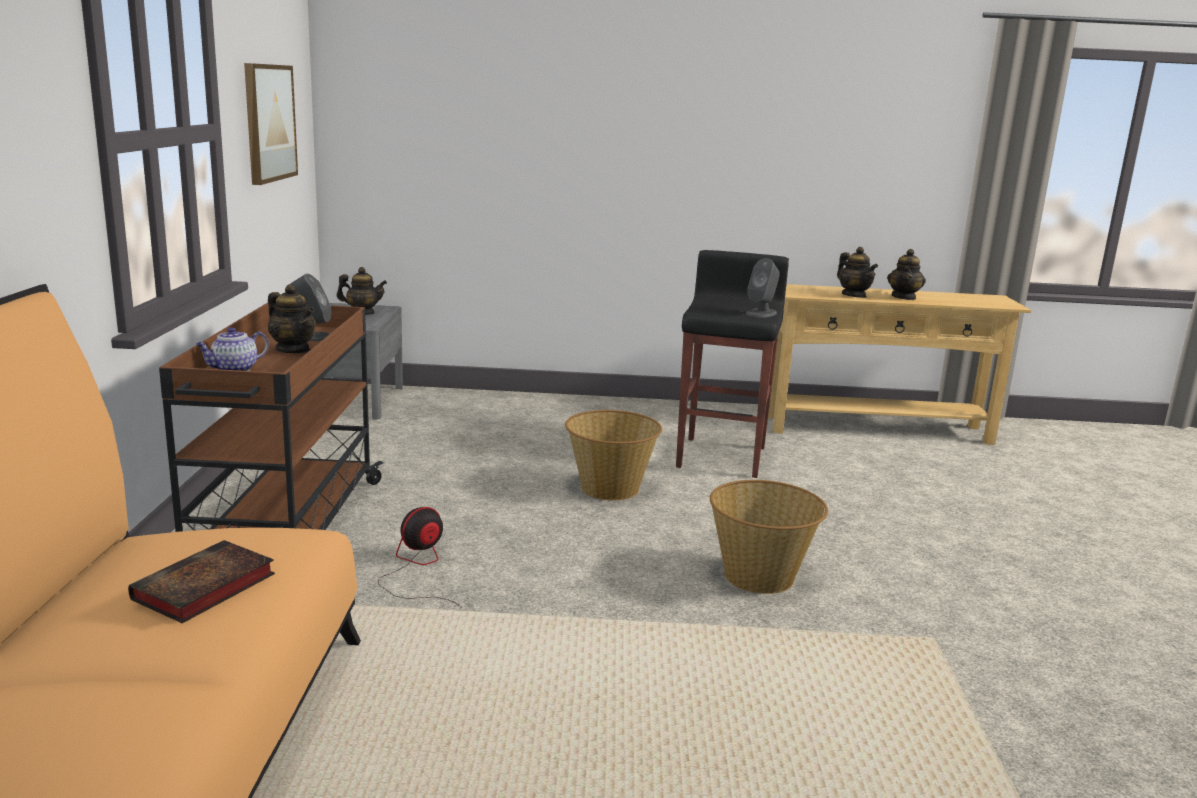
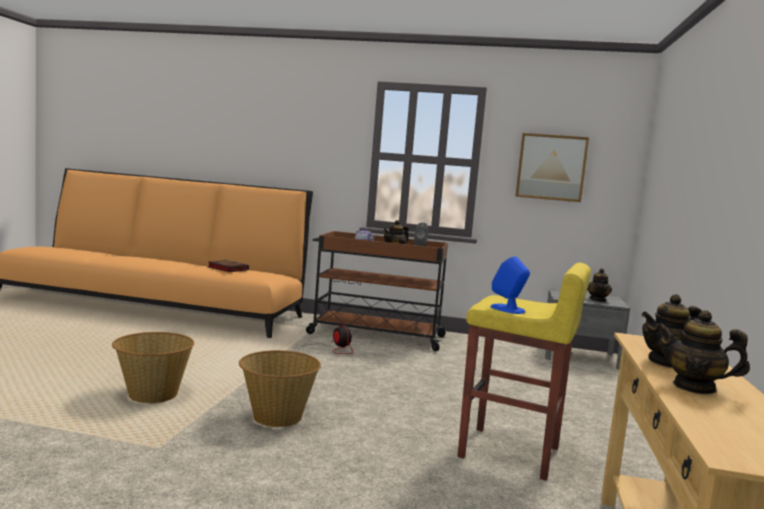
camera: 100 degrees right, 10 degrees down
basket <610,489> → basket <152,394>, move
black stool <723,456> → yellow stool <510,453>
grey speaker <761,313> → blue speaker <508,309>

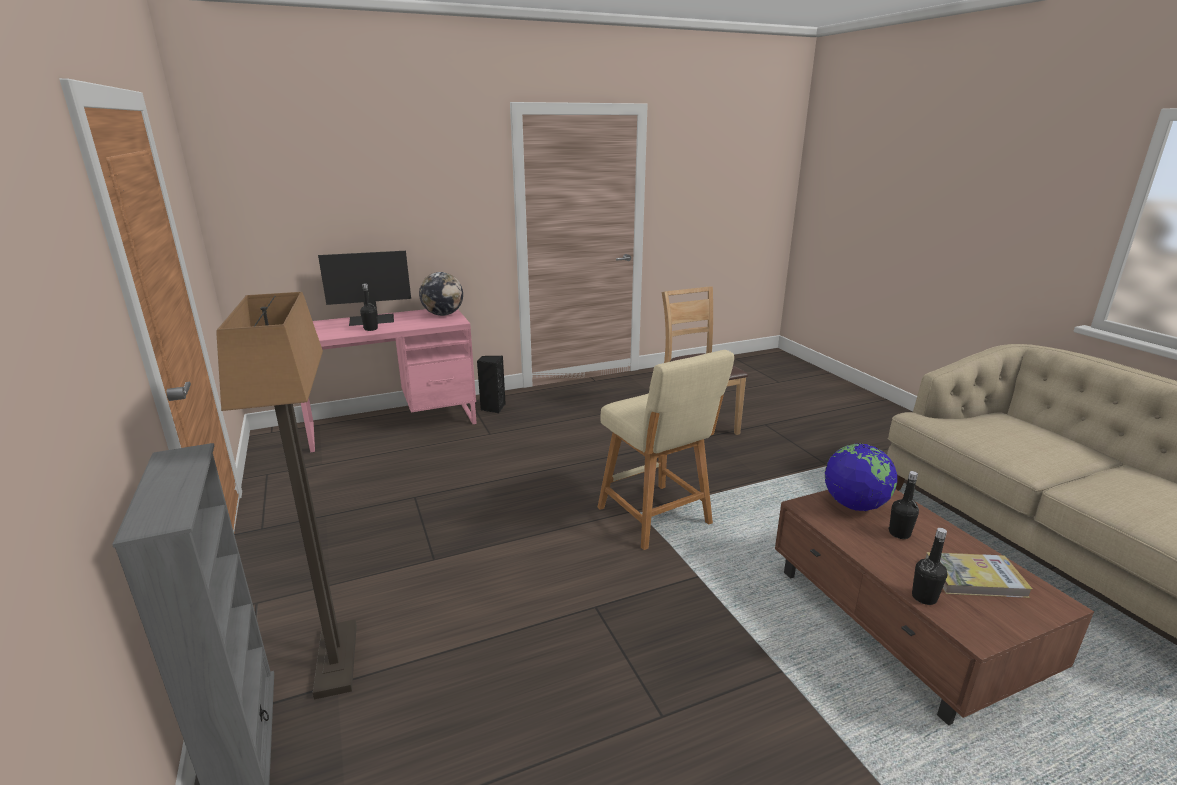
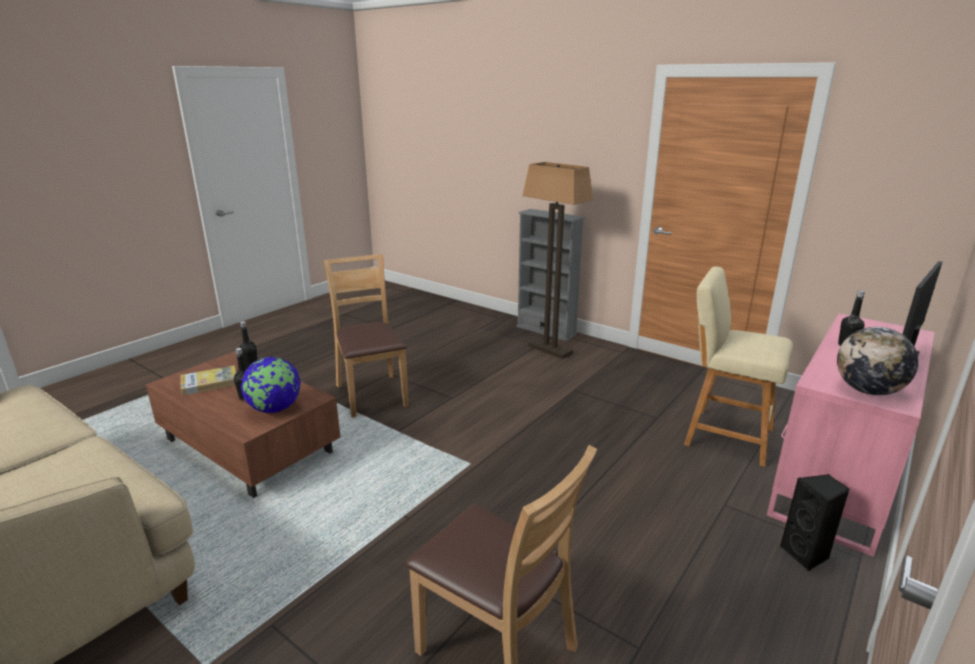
camera: 150 degrees right, 0 degrees up
- → brown chair <372,395>
beige stool <657,518> → beige stool <723,435>, move

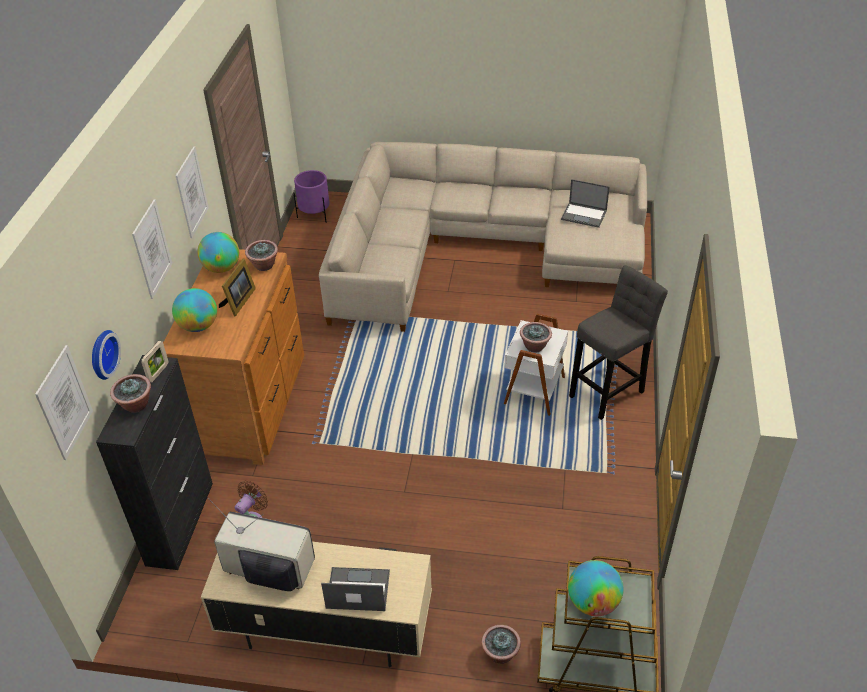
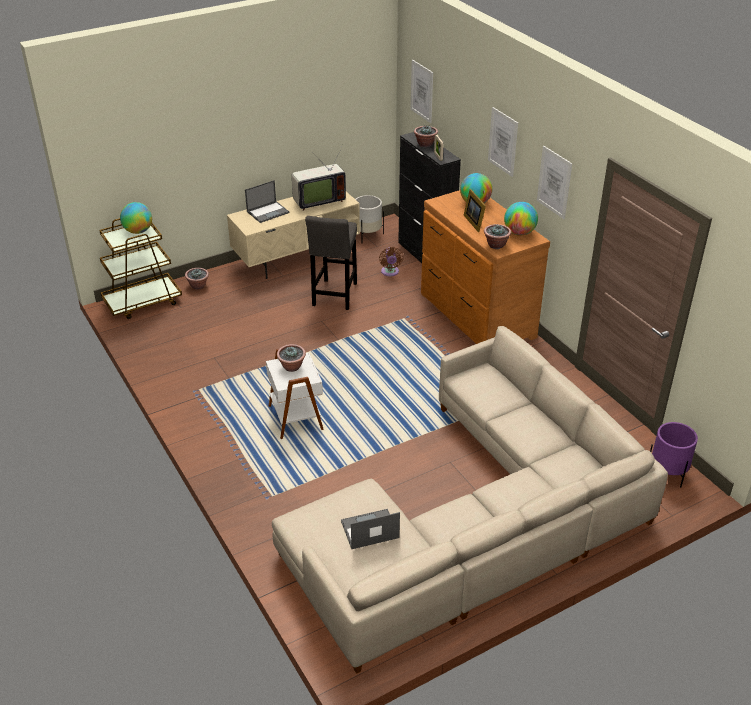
camera: 140 degrees right, 5 degrees down
grey stool <609,391> → grey stool <334,296>, move
- → white planter <367,235>
wall clock <101,354> → -

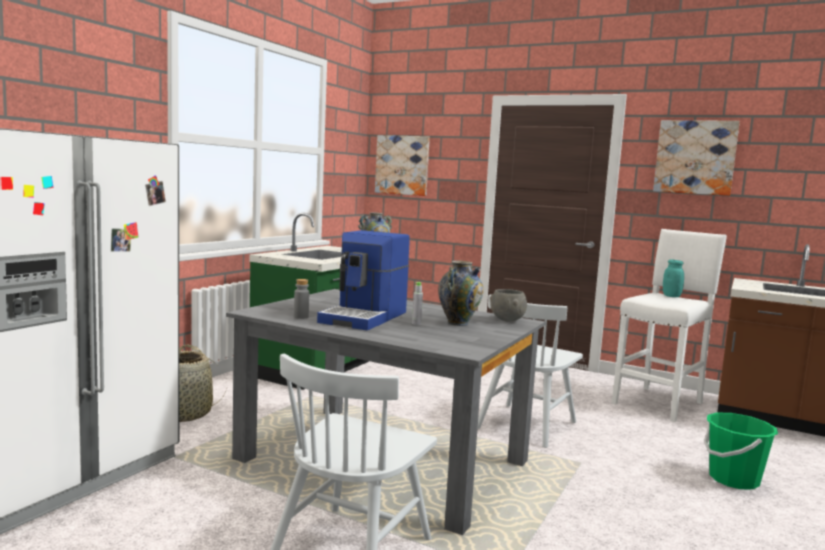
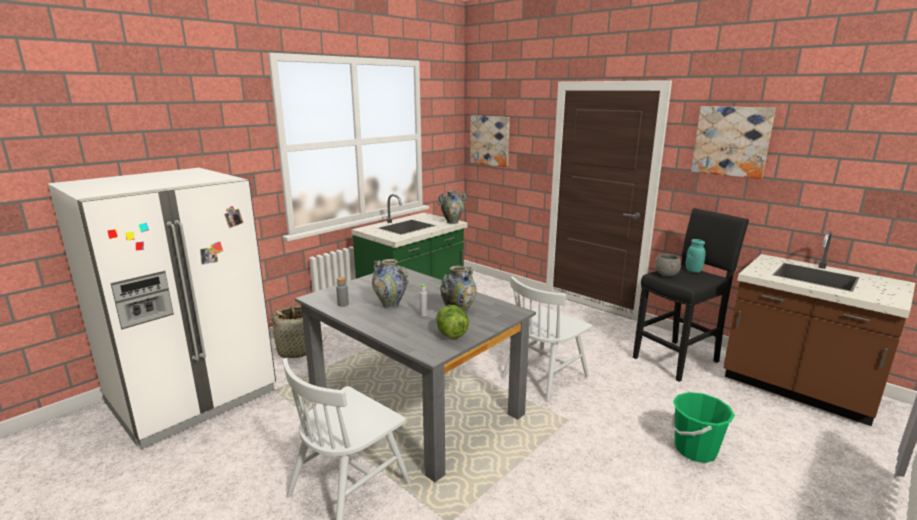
camera: 15 degrees right, 10 degrees up
coffee machine <365,317> → vase <390,305>
- → lettuce <451,334>
white stool <659,403> → black stool <677,359>
grey bowl <506,320> → grey bowl <666,275>, move

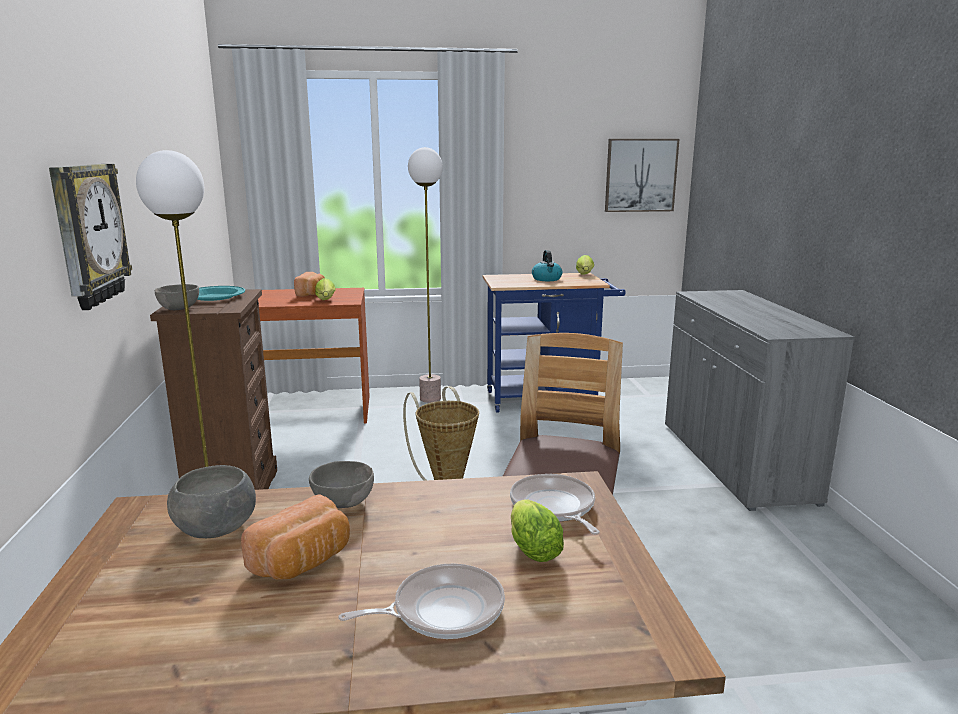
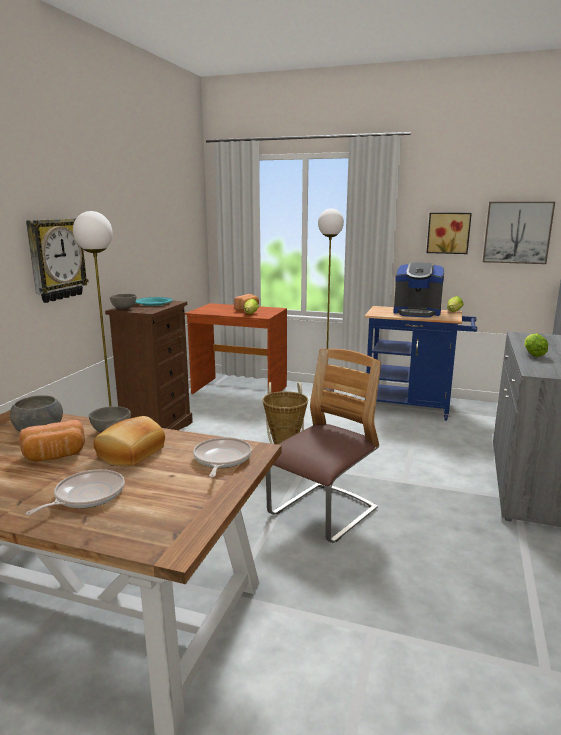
camera: 25 degrees right, 0 degrees up
frying pan <442,610> → frying pan <86,496>, 60 degrees counterclockwise
- → bread <132,453>
kettle <547,279> → coffee machine <417,313>
- → picture <448,233>
lettuce <531,548> → lettuce <532,354>, move

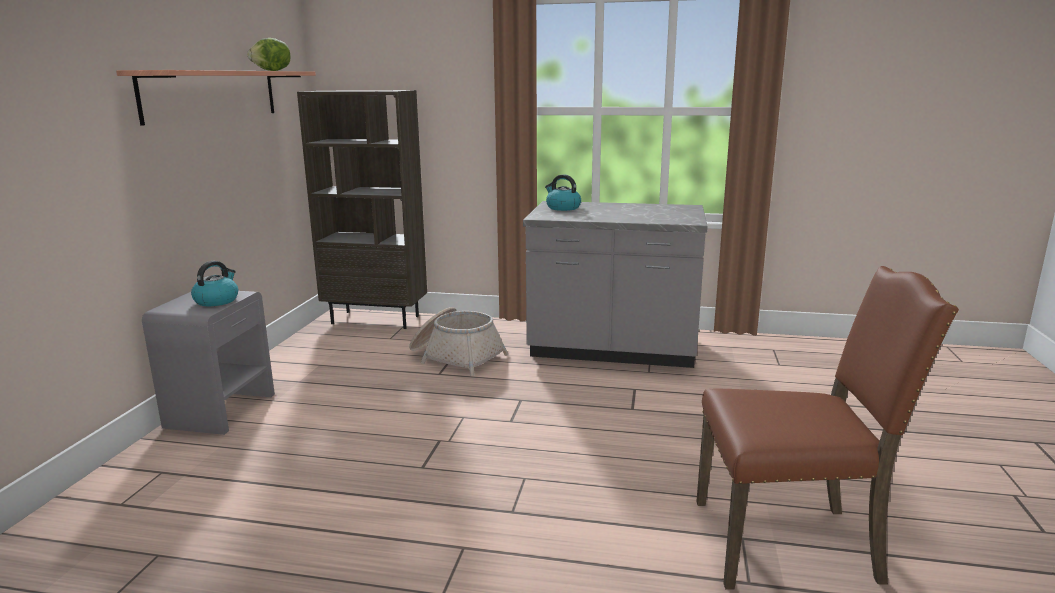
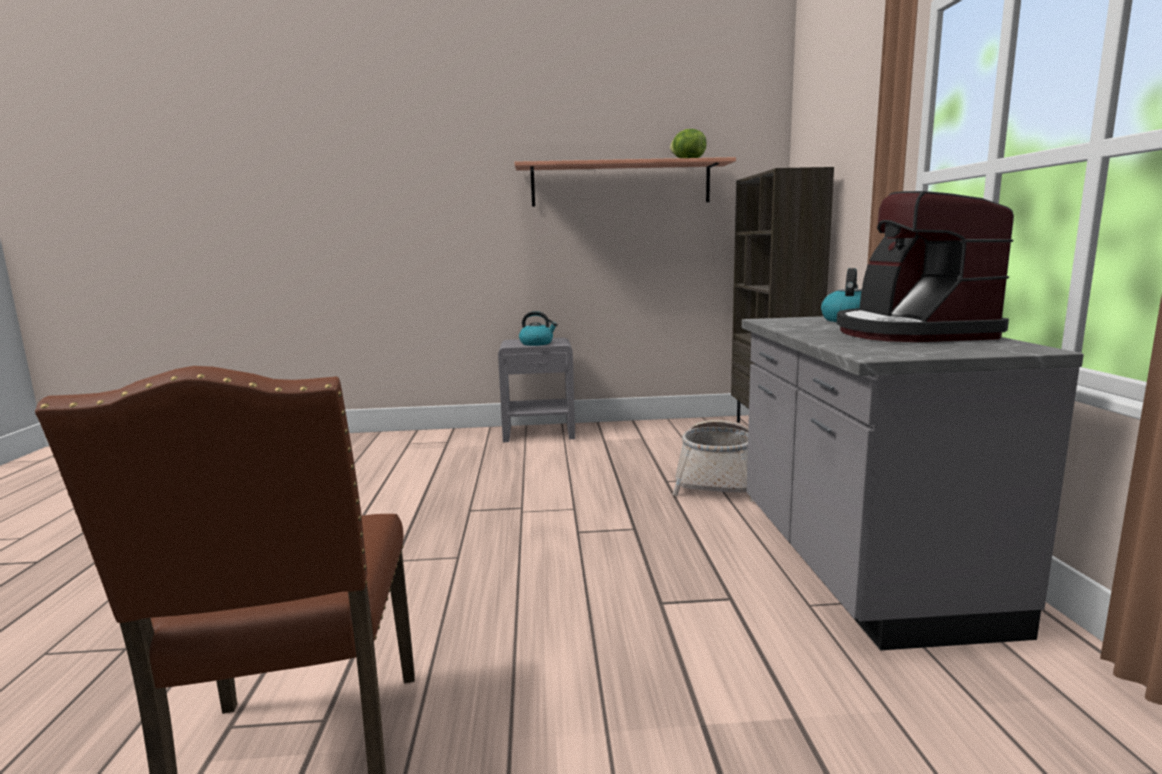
camera: 75 degrees right, 5 degrees down
- → coffee machine <910,333>

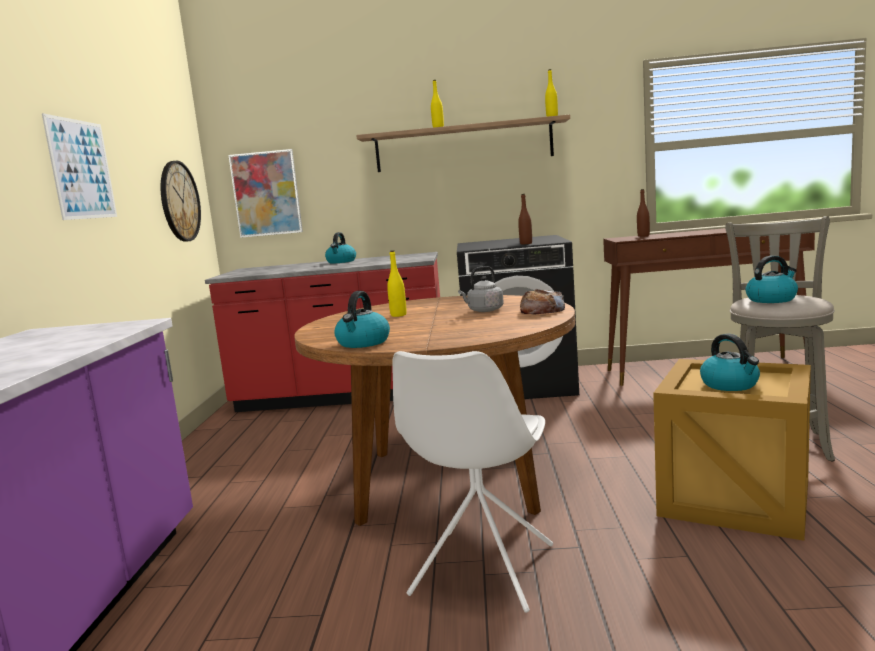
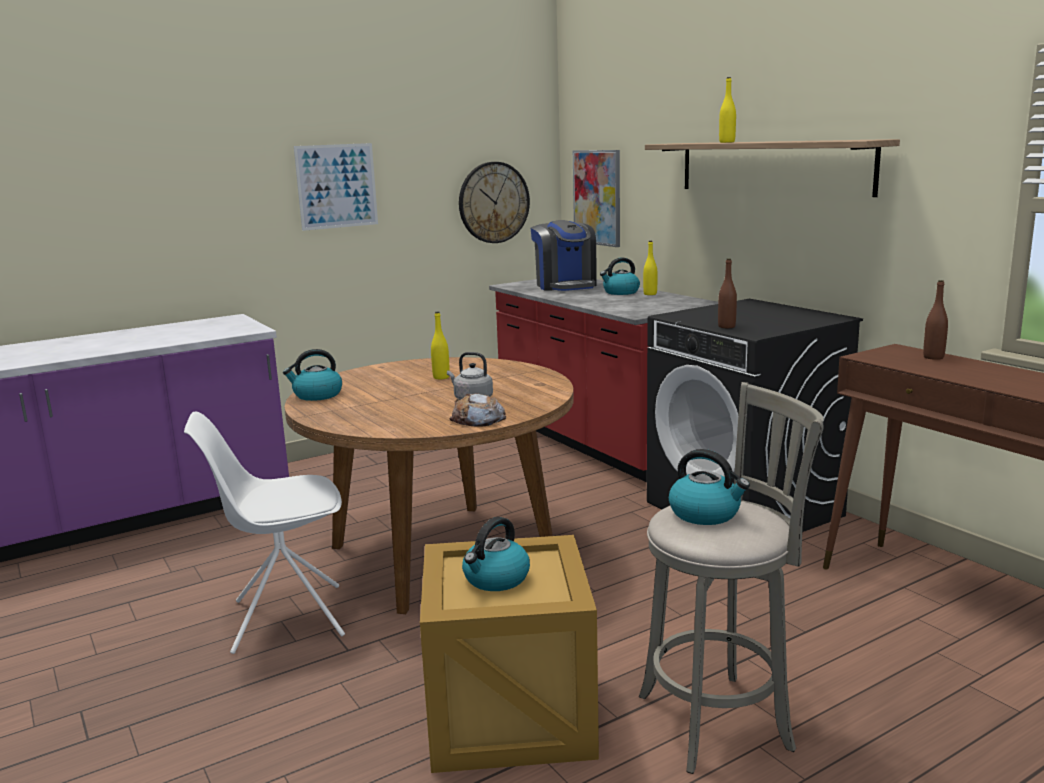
camera: 55 degrees right, 5 degrees up
- → coffee machine <565,286>
yellow bottle <552,117> → yellow bottle <650,294>, move

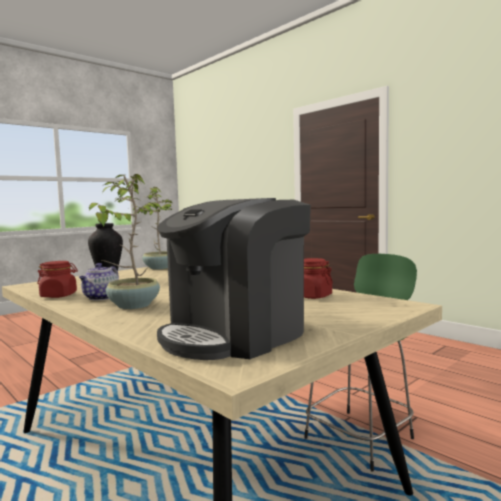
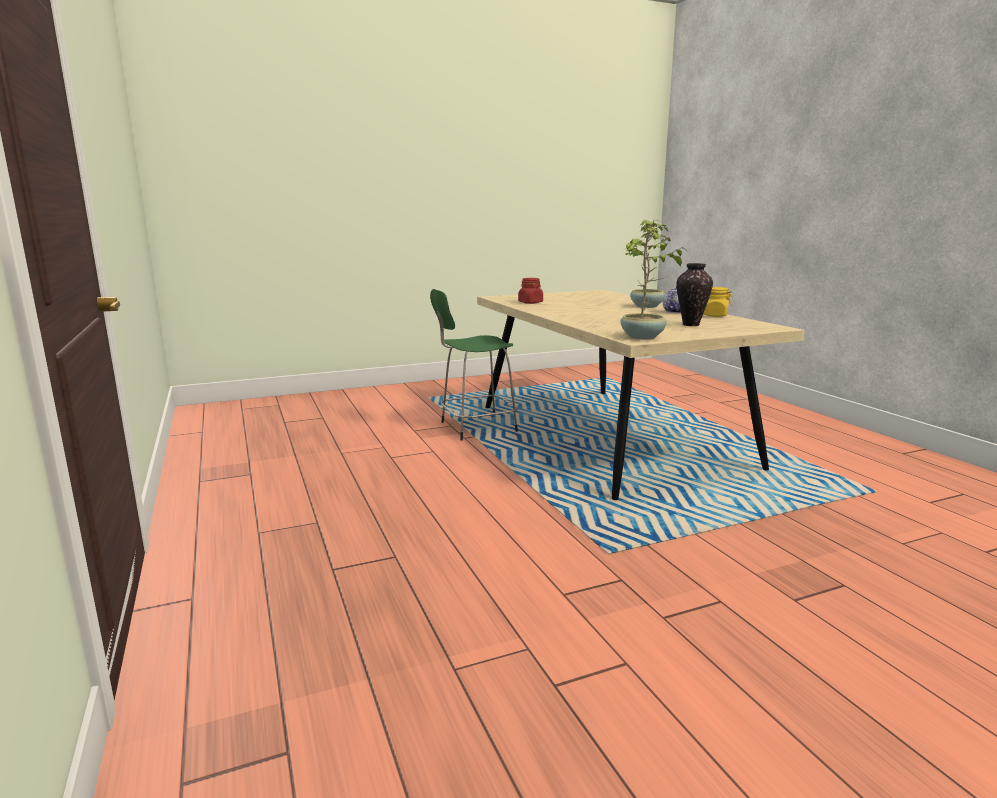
camera: 160 degrees left, 10 degrees up
red jar <59,295> → yellow jar <714,315>
coffee machine <236,334> → -

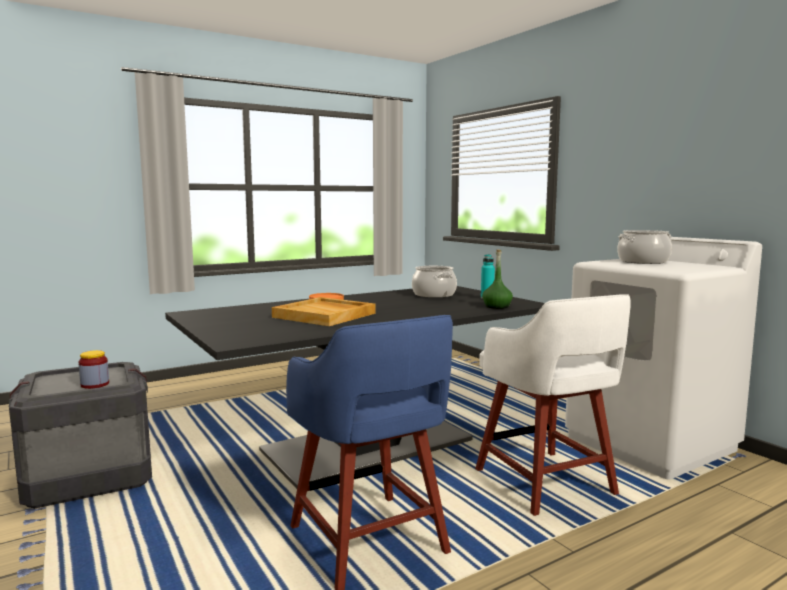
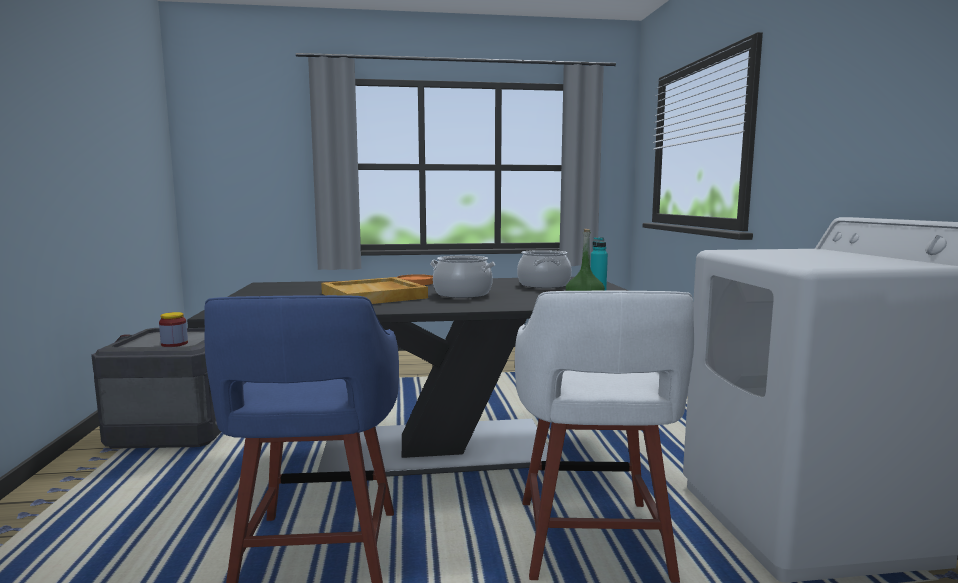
camera: 25 degrees right, 0 degrees up
cooking pot <643,261> → cooking pot <463,294>, move

